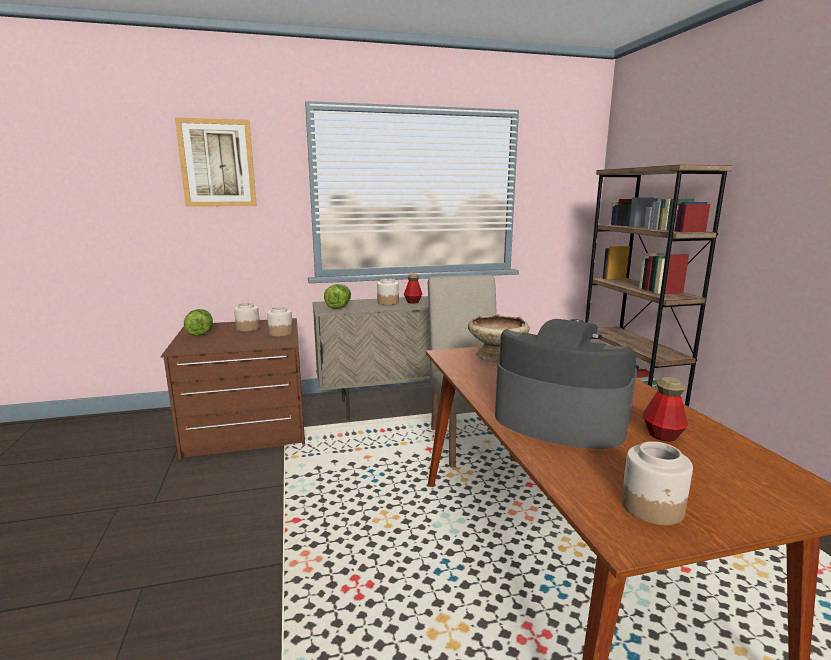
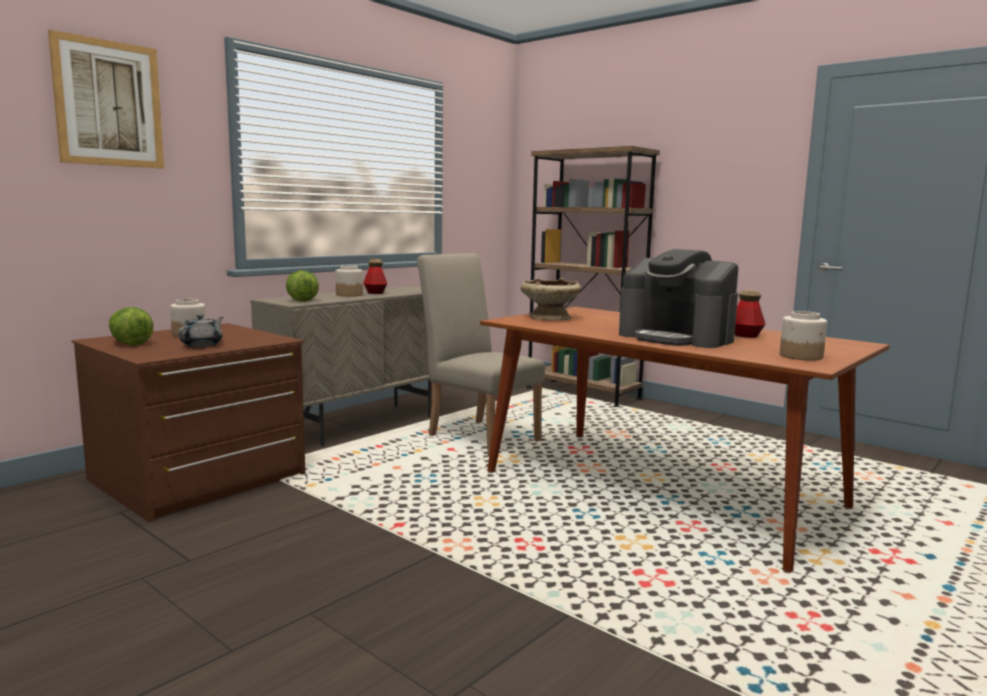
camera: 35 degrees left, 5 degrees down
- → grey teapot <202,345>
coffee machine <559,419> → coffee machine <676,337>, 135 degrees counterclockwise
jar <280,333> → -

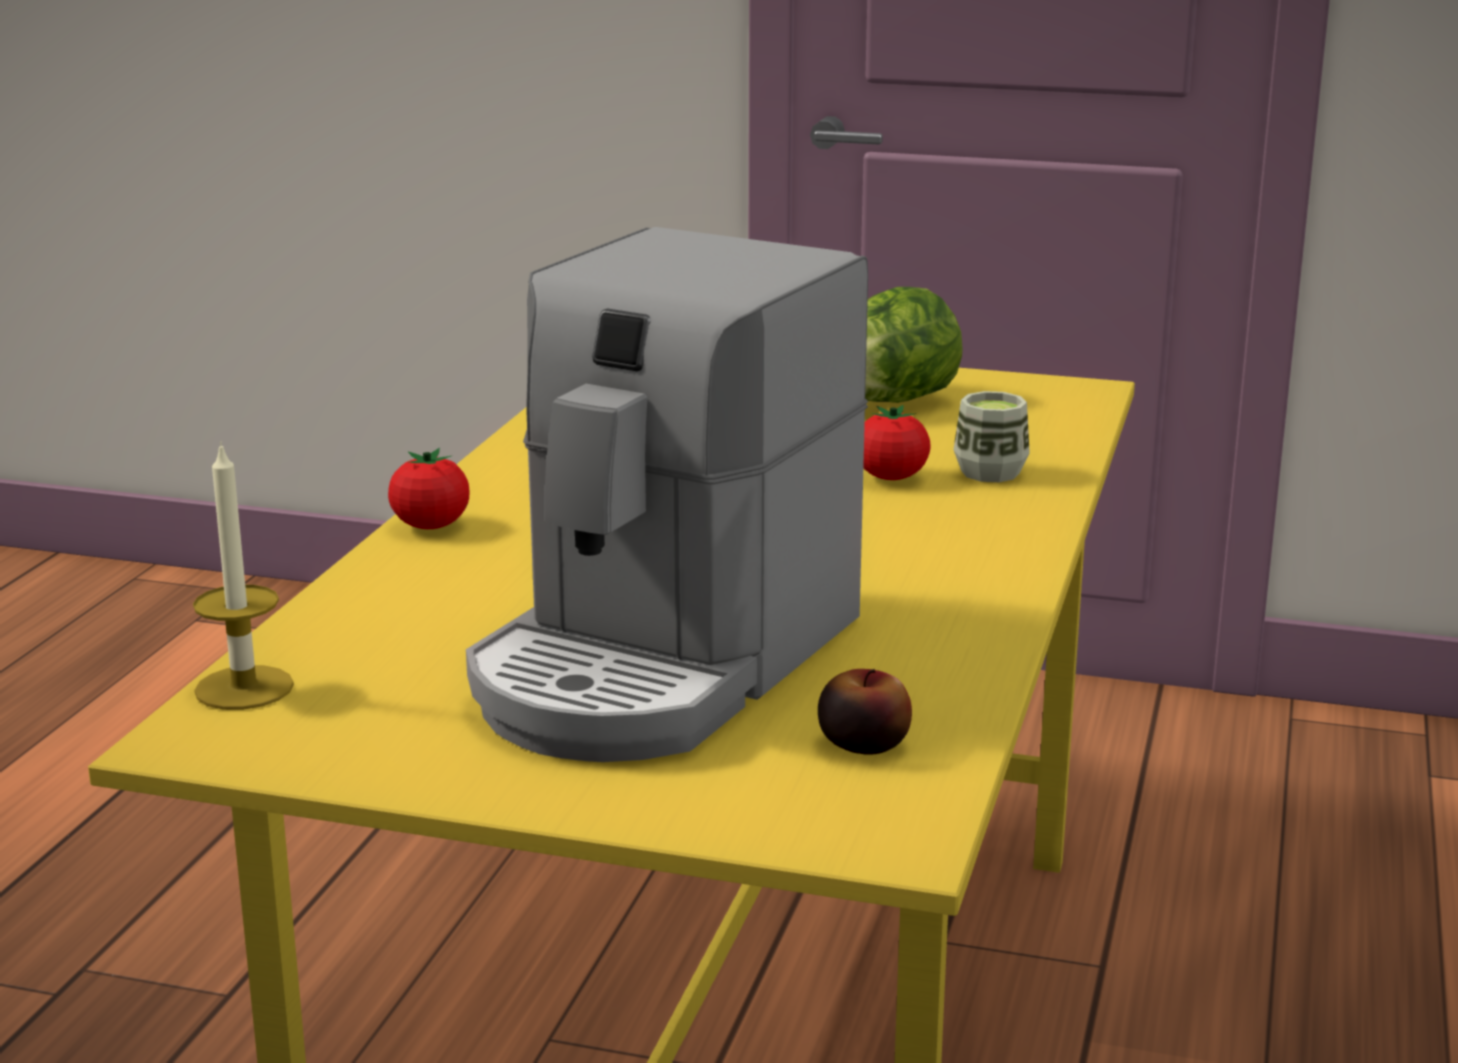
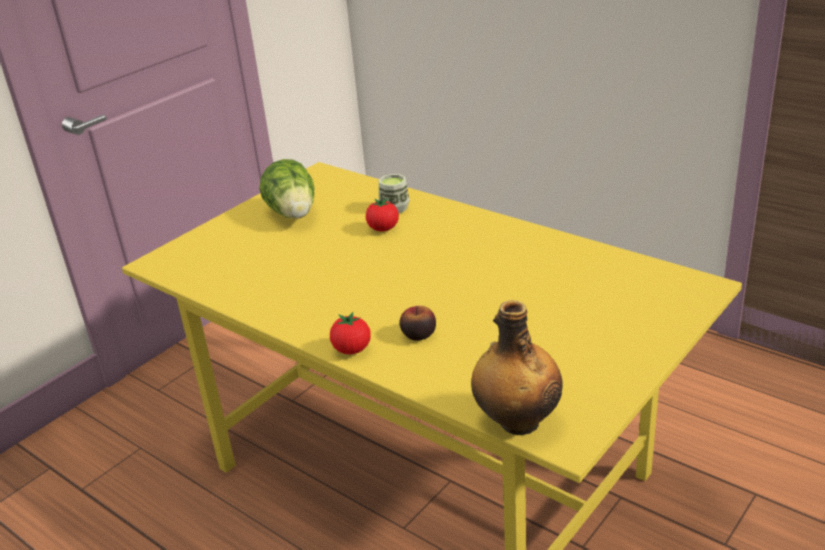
camera: 65 degrees left, 10 degrees up
apple <863,743> → apple <418,334>, move
candle <244,688> → bottle <517,421>
coffee machine <662,665> → -

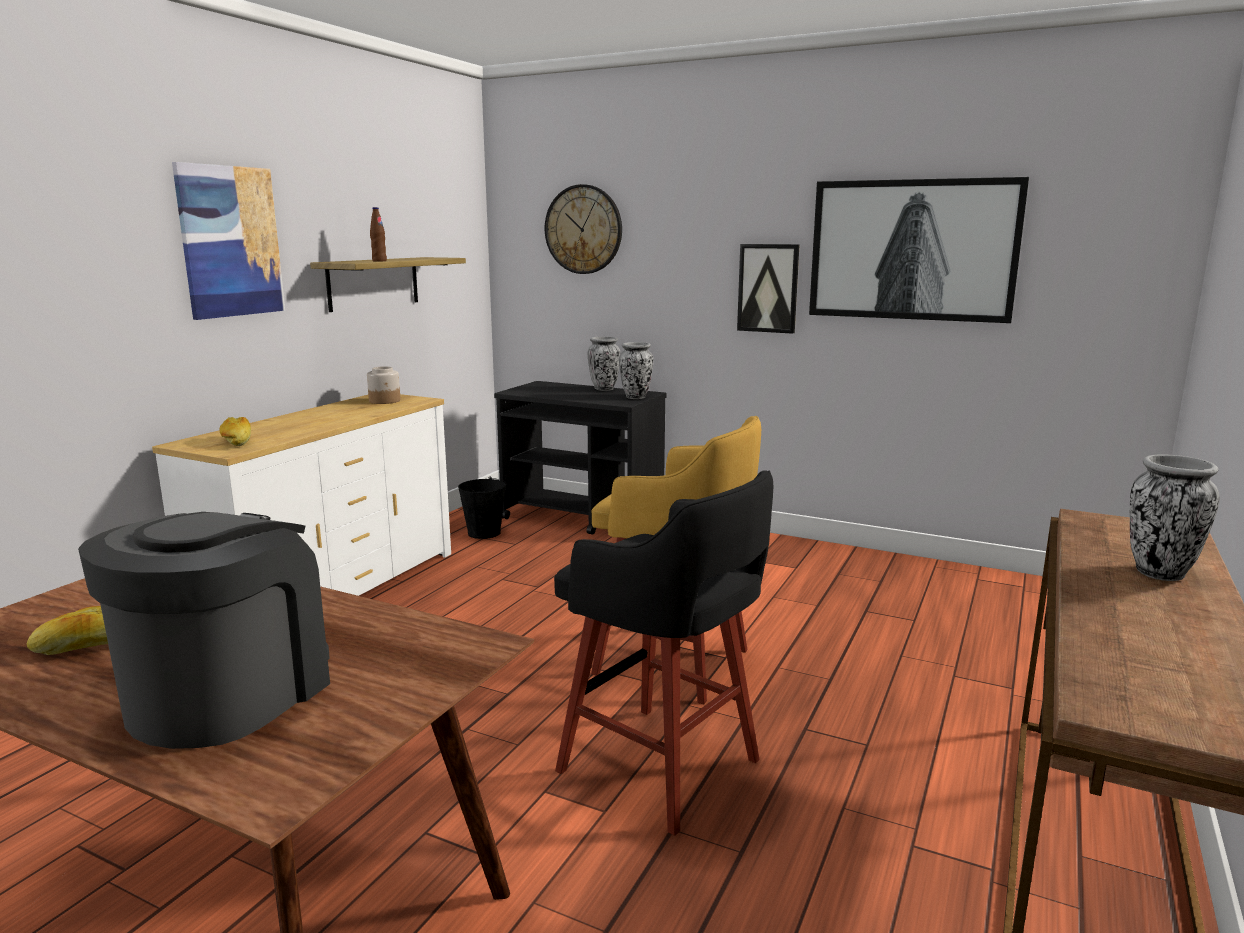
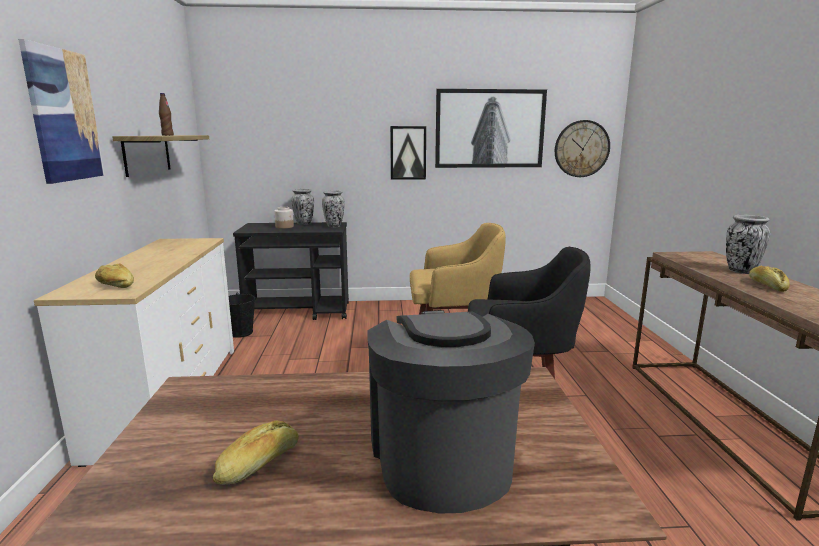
camera: 30 degrees left, 0 degrees up
jar <385,401> → jar <285,226>, move
wall clock <583,229> → wall clock <581,149>, move
- → bread <767,285>

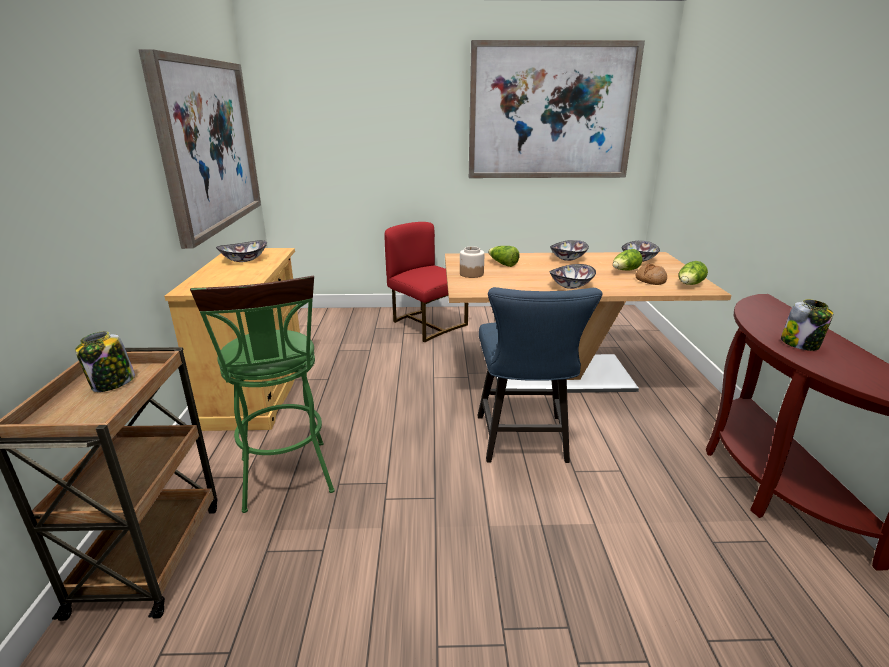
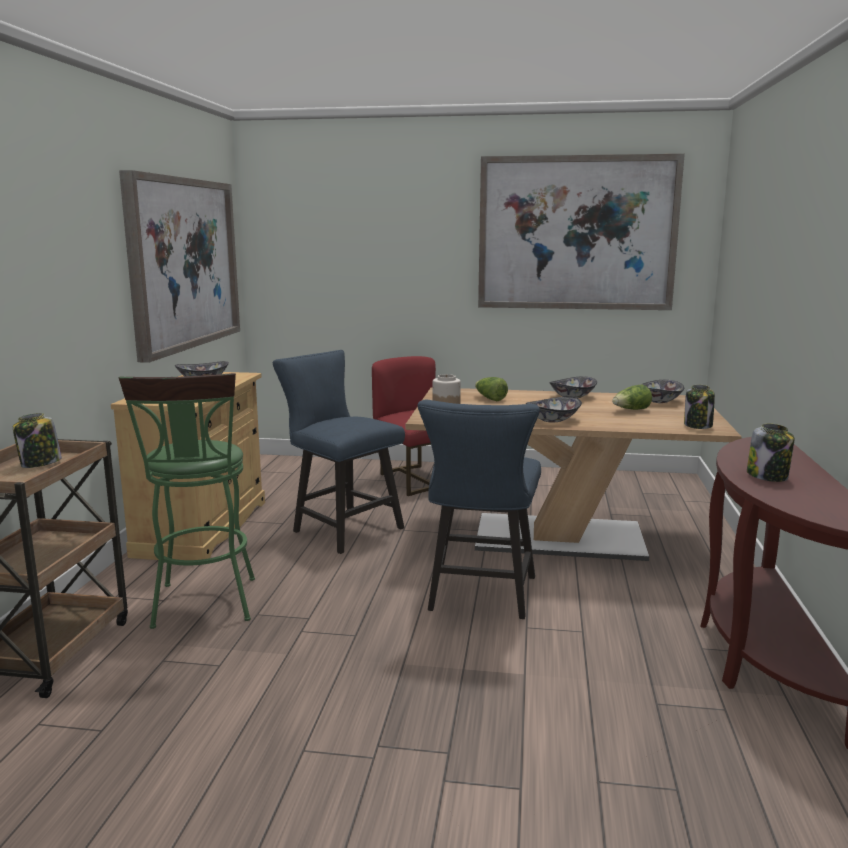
camera: 10 degrees right, 10 degrees down
- → blue chair <342,528>
lettuce <689,285> → jar <698,425>
bread <650,280> → -

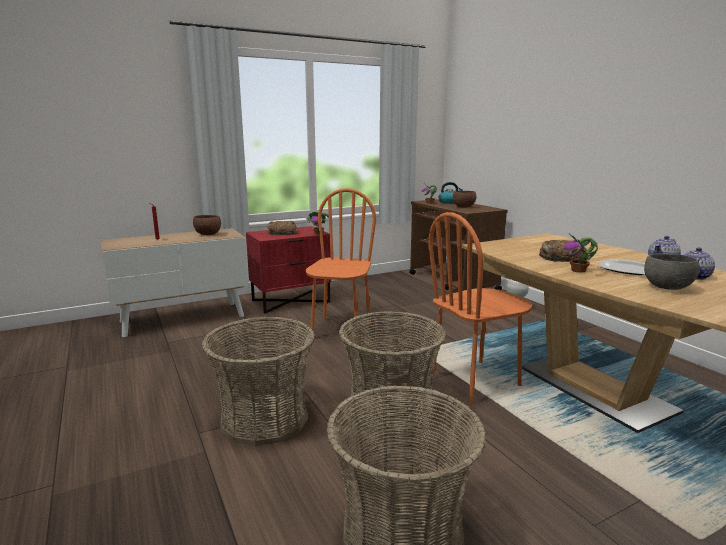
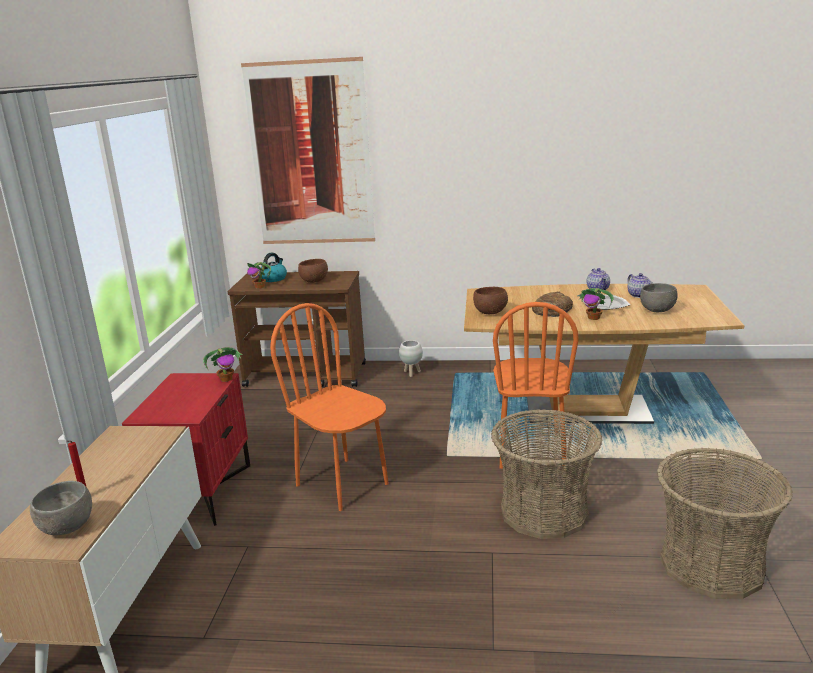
camera: 55 degrees left, 5 degrees up
- → grey bowl <66,528>
- → picture <310,155>
brown bowl <208,234> → brown bowl <490,312>, move
basket <264,419> → -
bread <282,232> → -

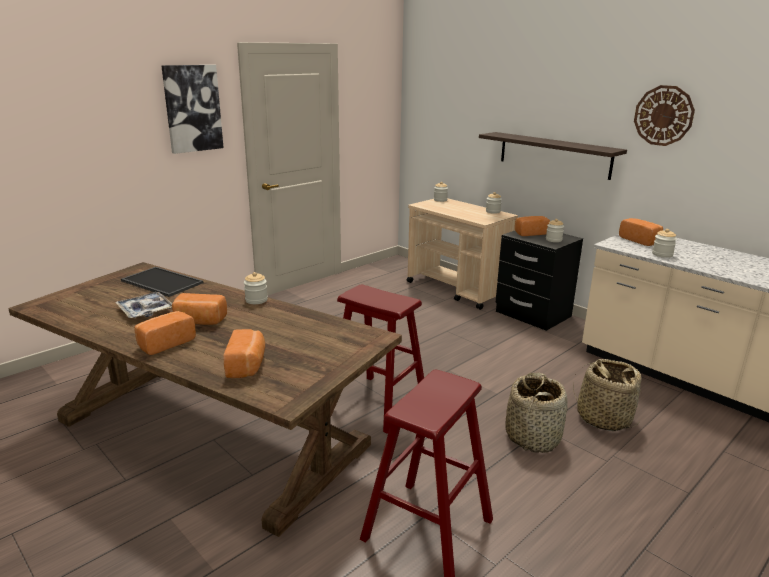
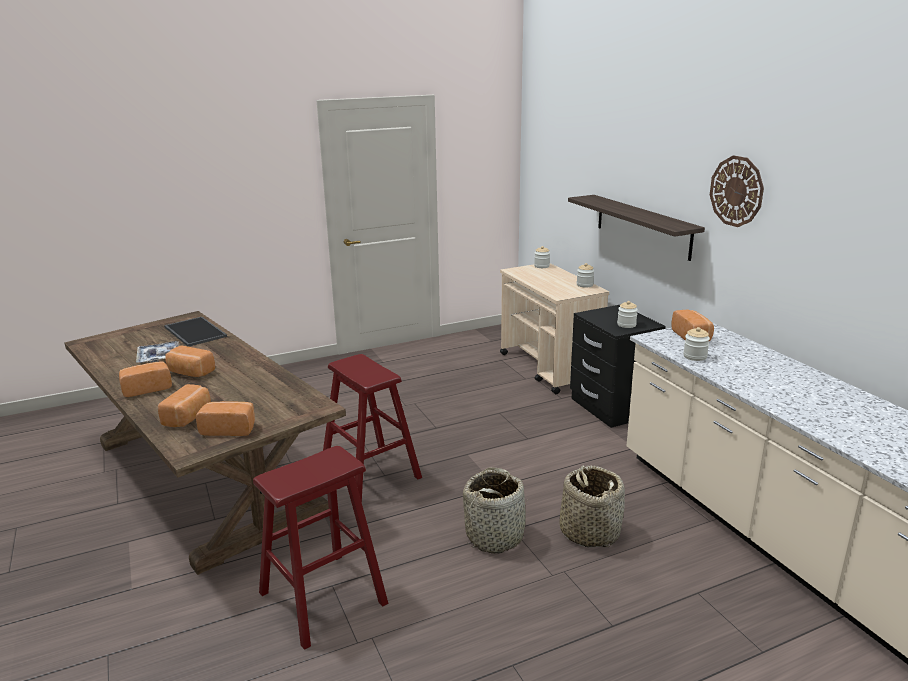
camera: 20 degrees right, 0 degrees up
bread <530,233> → bread <229,429>, move
picture <192,108> → -
jar <256,300> → -

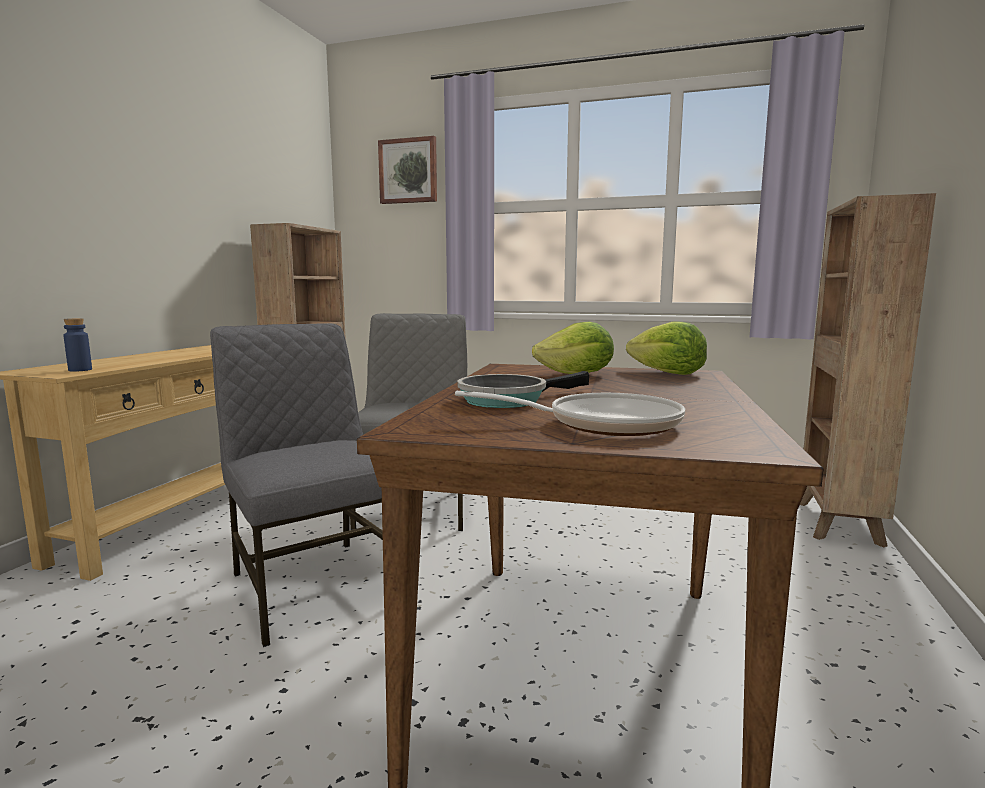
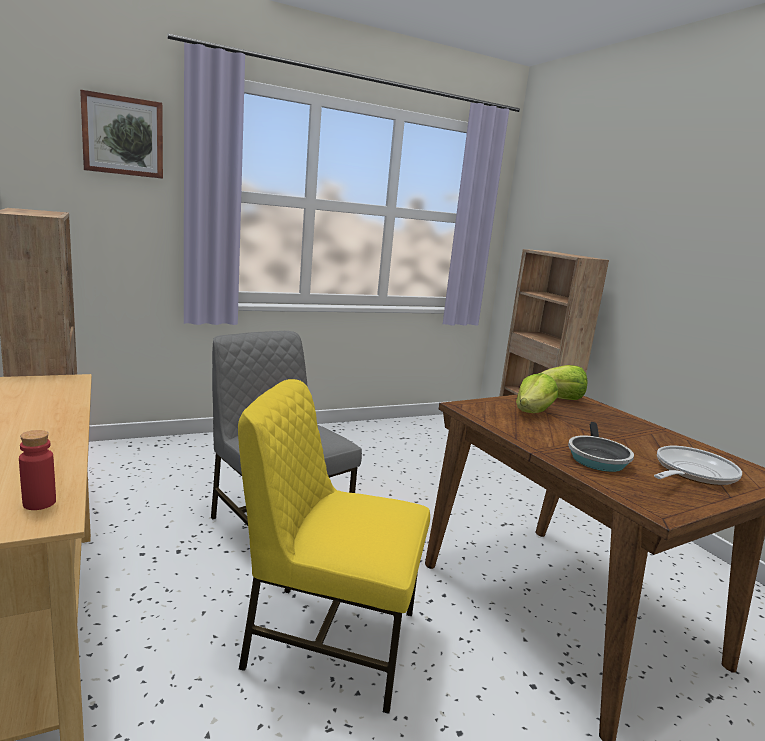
camera: 45 degrees left, 5 degrees up
blue bottle <80,370> → red bottle <39,503>
grey chair <315,584> → yellow chair <328,640>

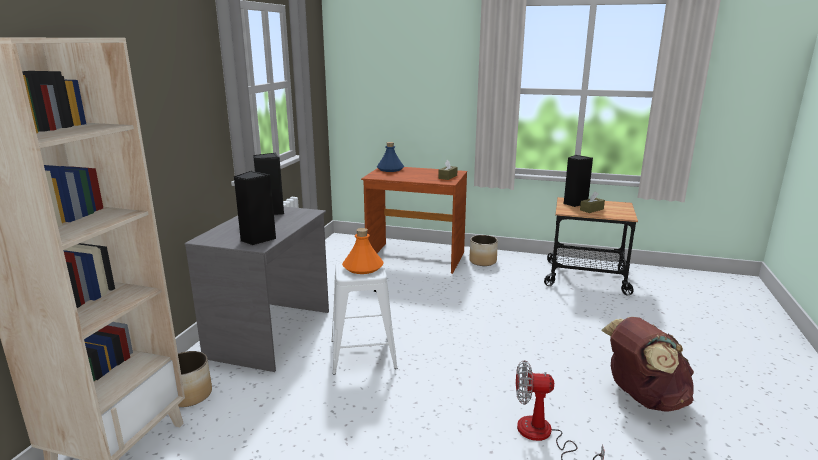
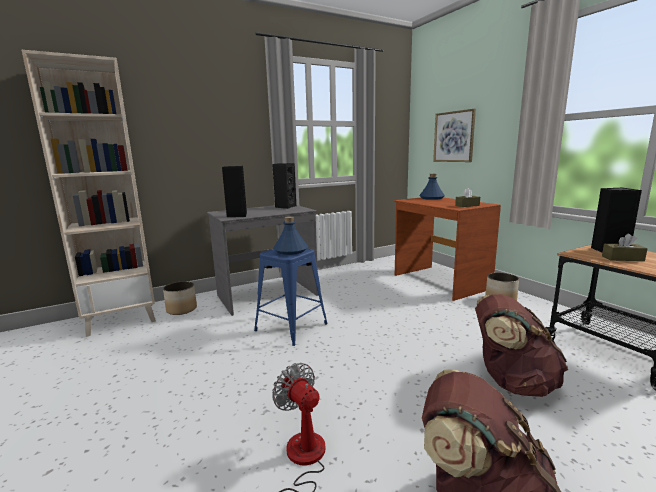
camera: 45 degrees right, 5 degrees down
white stool <362,354> → blue stool <291,327>
orange bottle <363,267> → blue bottle <290,251>
- → picture <454,137>
- → brown backpack <511,382>

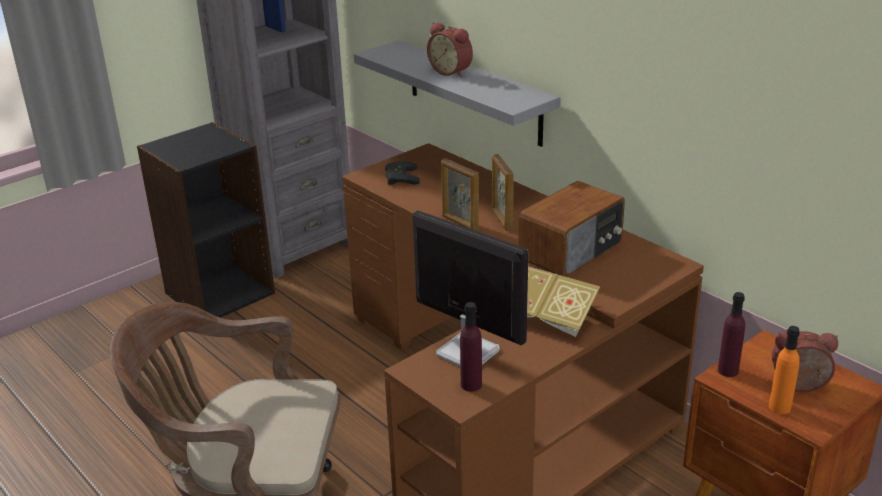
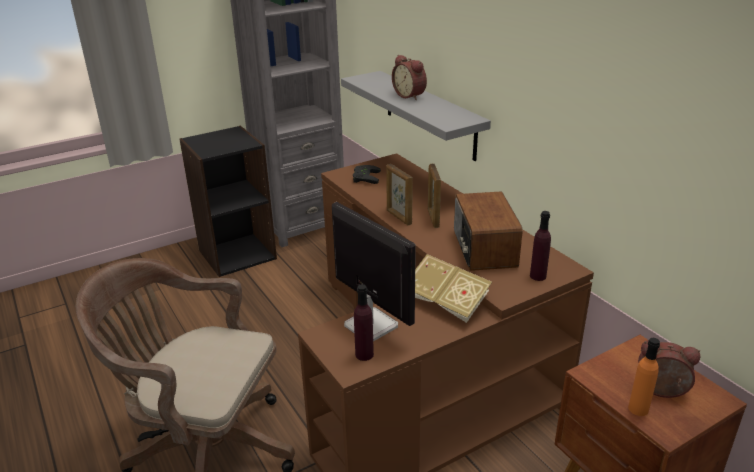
camera: 10 degrees right, 0 degrees up
radio <572,251> → radio <483,249>, 120 degrees clockwise
purple bottle <728,370> → purple bottle <538,276>, move

